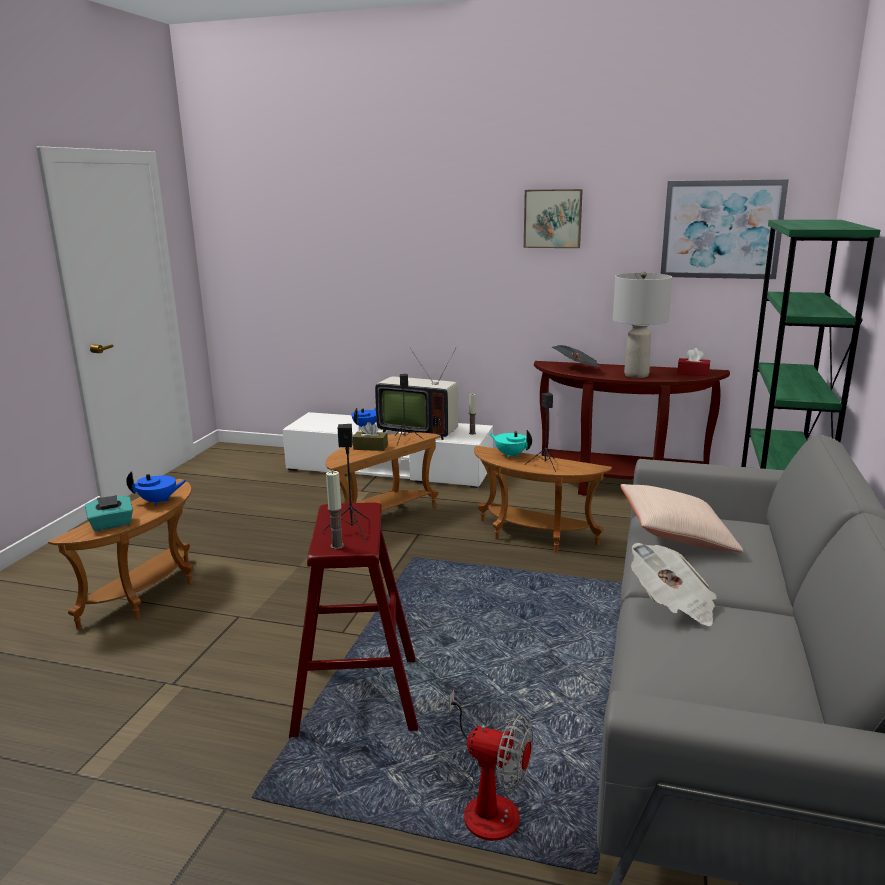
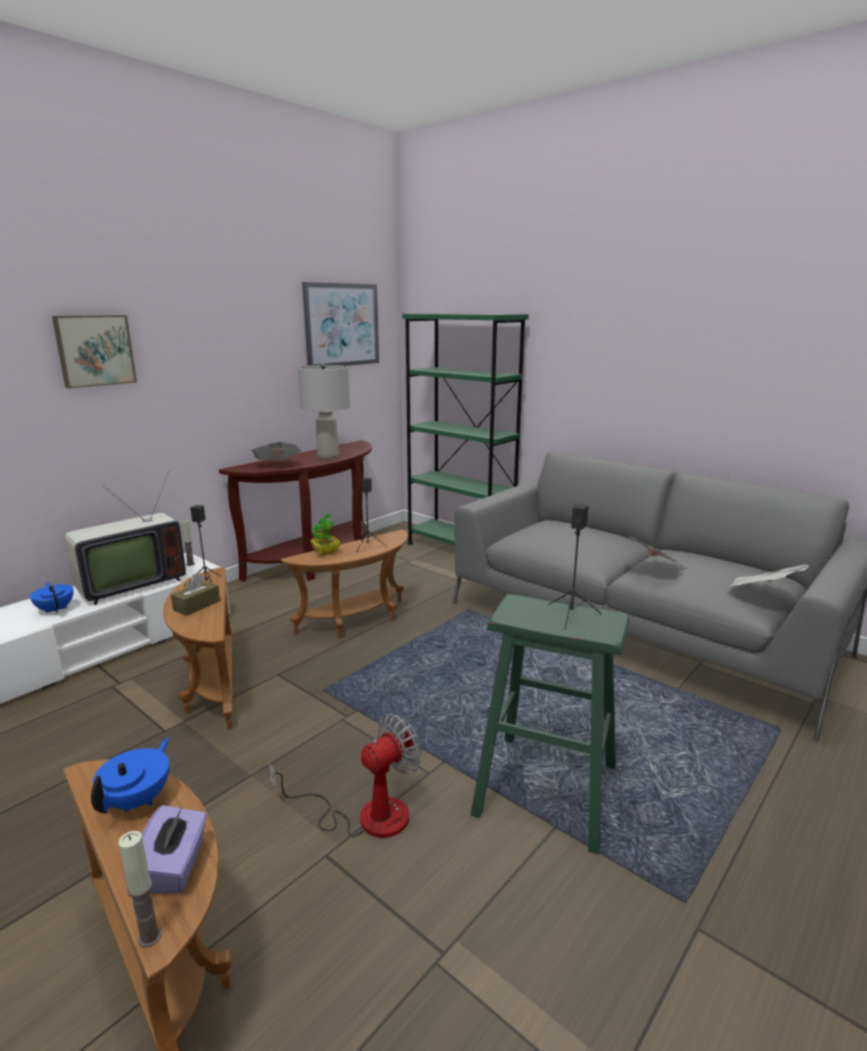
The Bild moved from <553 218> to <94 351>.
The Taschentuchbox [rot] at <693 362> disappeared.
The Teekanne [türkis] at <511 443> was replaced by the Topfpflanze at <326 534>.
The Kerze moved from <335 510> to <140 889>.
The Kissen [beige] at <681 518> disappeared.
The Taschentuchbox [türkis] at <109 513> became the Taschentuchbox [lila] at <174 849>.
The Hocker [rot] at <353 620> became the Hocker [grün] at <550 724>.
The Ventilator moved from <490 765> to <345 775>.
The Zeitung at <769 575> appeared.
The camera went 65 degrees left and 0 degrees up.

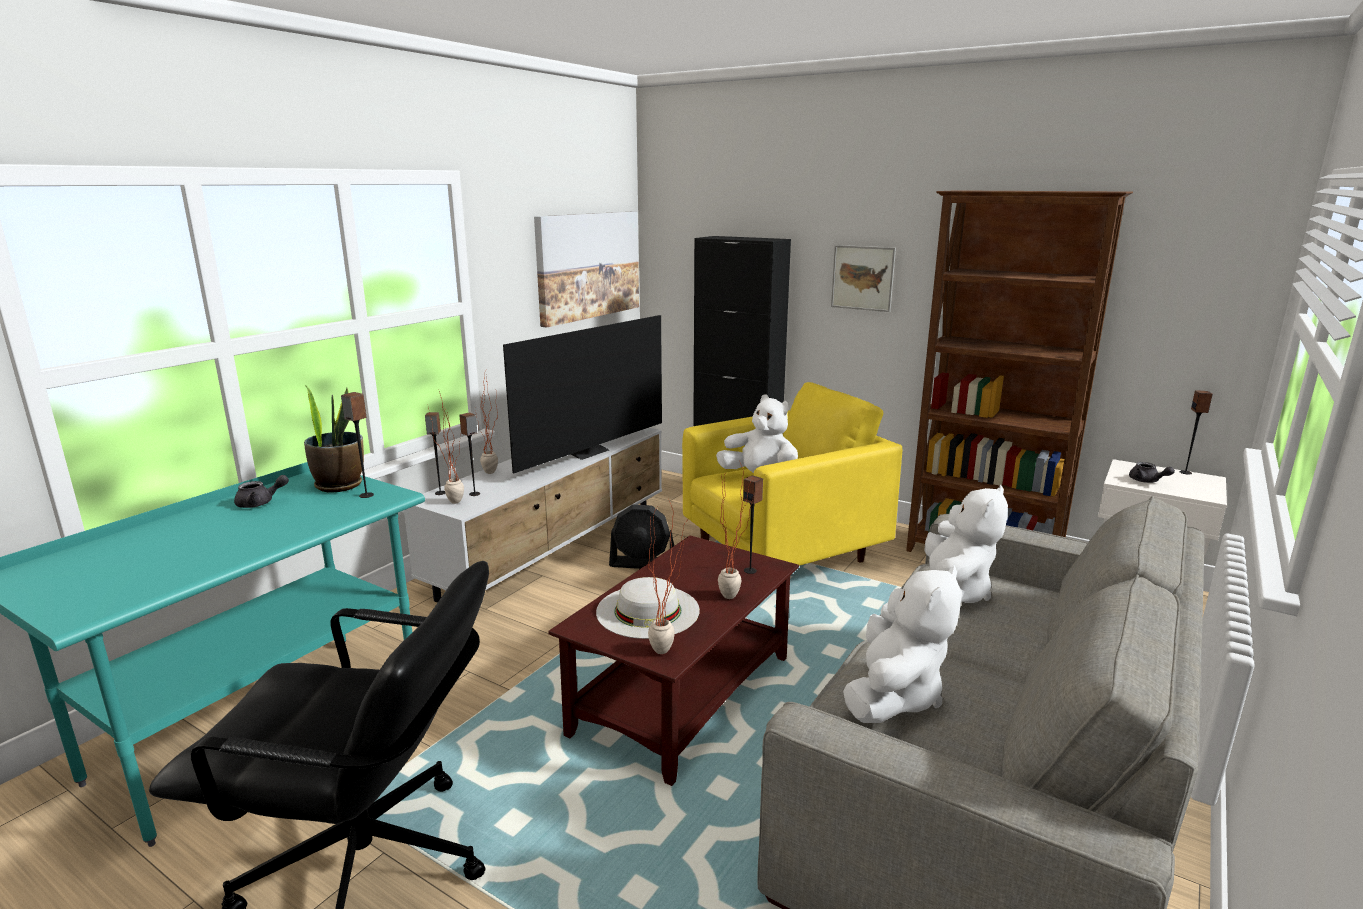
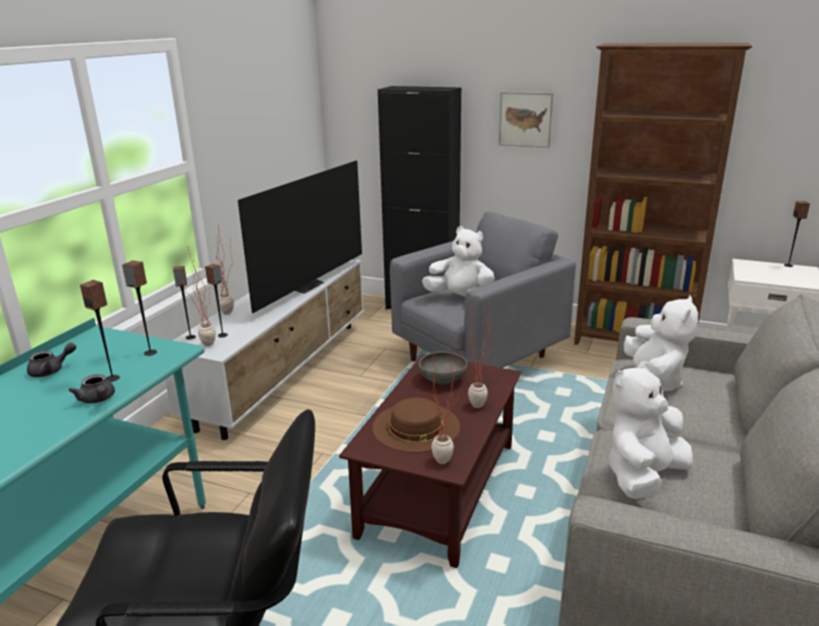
The Bild at <586 270> disappeared.
The Sessel [gelb] at <792 474> became the Sessel [grau] at <483 289>.
The Topfpflanze at <334 439> disappeared.
The Teekanne [grau] moved from <1152 472> to <92 389>.
The Lautsprecher moved from <753 524> to <100 331>.
The Ventilator [schwarz] at <641 537> disappeared.
The Plüschtier [weiß] at <902 644> turned 150 degrees counterclockwise.
The Hut [weiß] at <648 608> became the Hut [braun] at <416 425>.
The Schüssel [grau] at <443 368> appeared.
The camera went 10 degrees left and 5 degrees up.

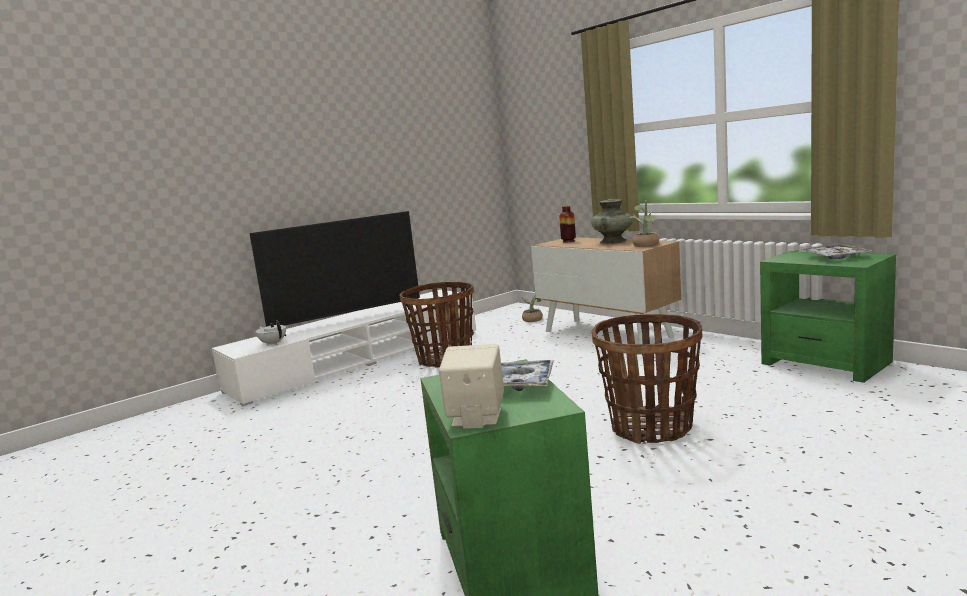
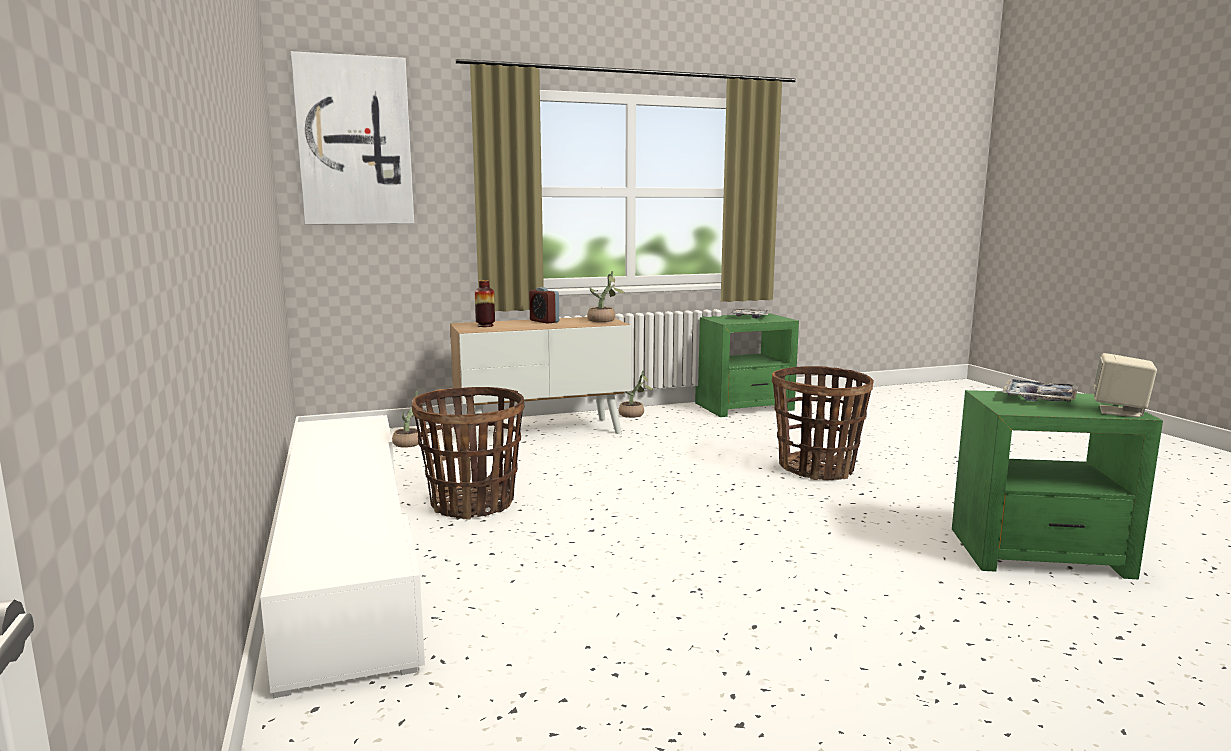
The Vase [türkis] at <612 221> was replaced by the Wecker at <544 305>.
The Fernseher at <334 273> disappeared.
The Teekanne [weiß] at <270 333> disappeared.
The Bild at <352 138> appeared.
The Topfpflanze at <635 394> appeared.
The camera went 70 degrees left and 0 degrees up.

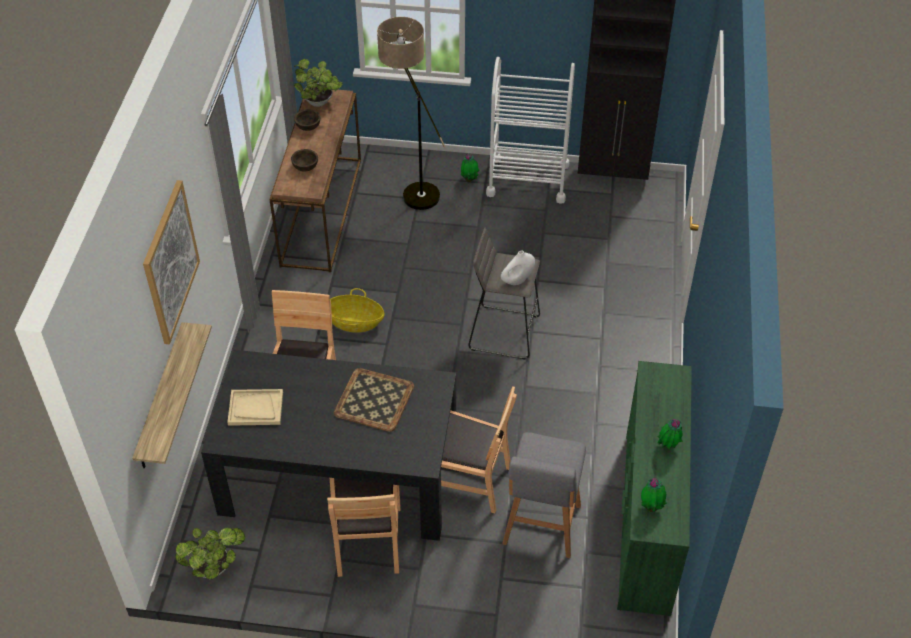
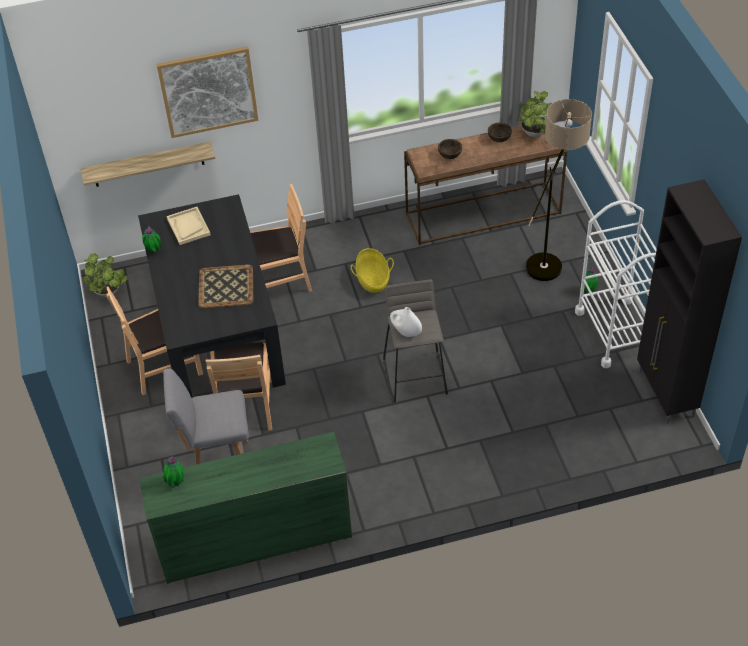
The Topfpflanze moved from <670 434> to <152 239>.
The camera went 70 degrees right and 0 degrees up.

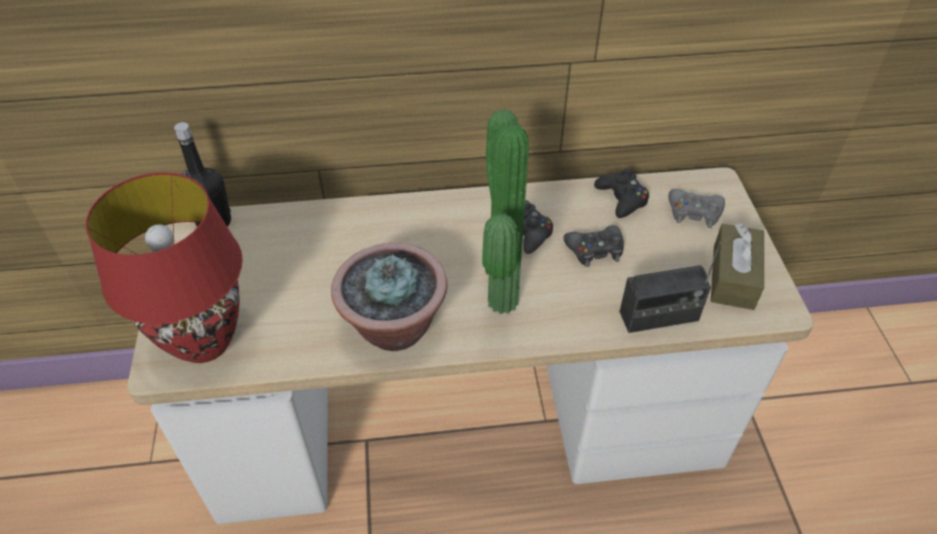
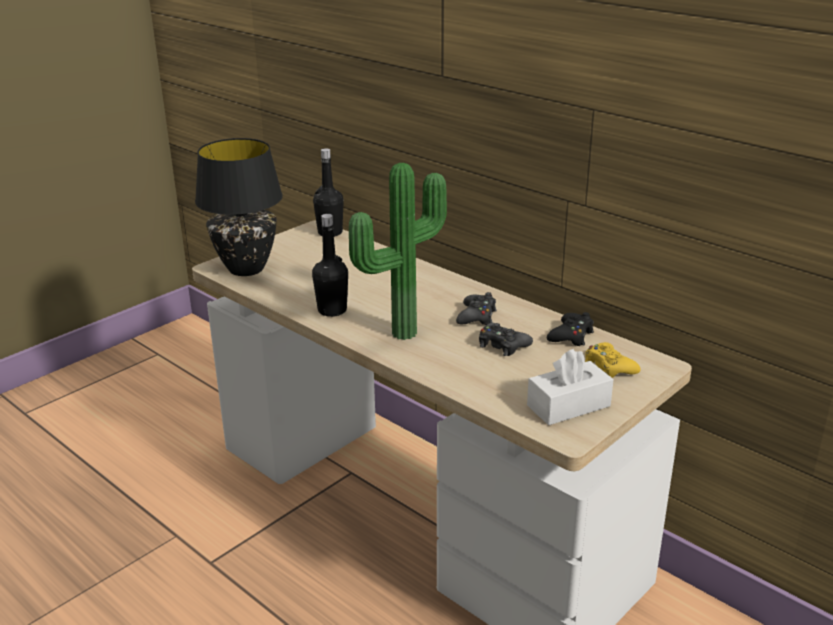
The Tischlampe [rot] at <164 267> became the Tischlampe [schwarz] at <239 207>.
The Gamepad [grau] at <696 208> became the Gamepad [gelb] at <613 360>.
The Taschentuchbox [braun] at <737 267> became the Taschentuchbox [weiß] at <570 387>.
The Radio at <670 287> disappeared.
The Topfpflanze at <389 297> was replaced by the Flasche [schwarz] at <330 265>.
The camera went 50 degrees right and 20 degrees down.

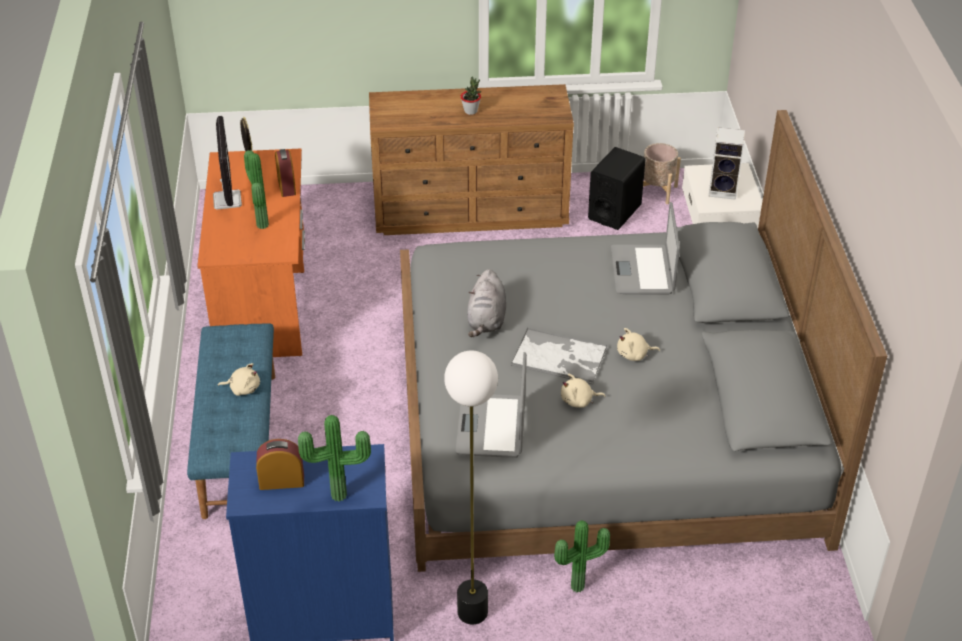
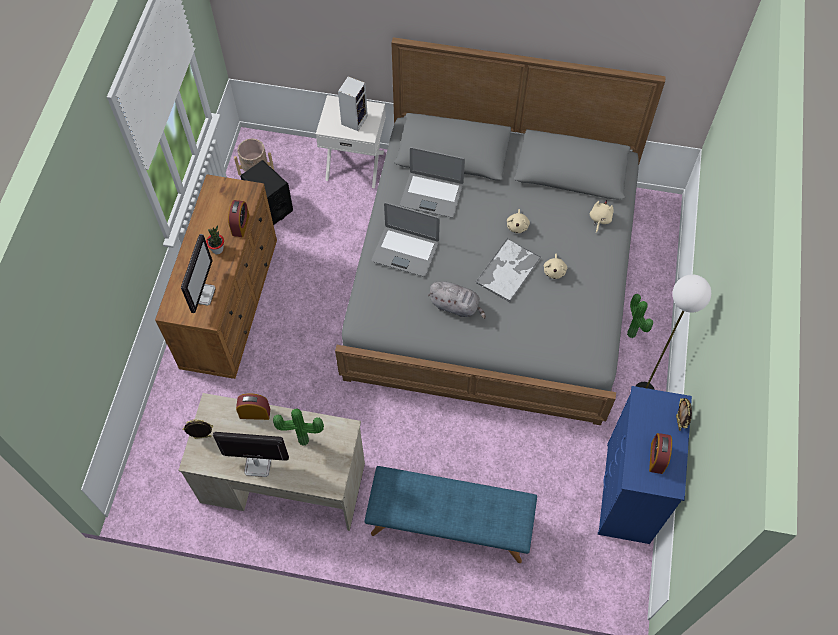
The Schreibtisch [orange] at <251 253> became the Schreibtisch [beige] at <271 462>.
The Laptop moved from <491 405> to <406 239>.
The Plüschtier [beige] moved from <239 379> to <602 216>.
The Topfpflanze at <334 458> was replaced by the Bilderrahmen at <684 414>.
The Wecker at <238 218> appeared.
The Monitor at <198 273> appeared.
The camera went 75 degrees left and 20 degrees up.

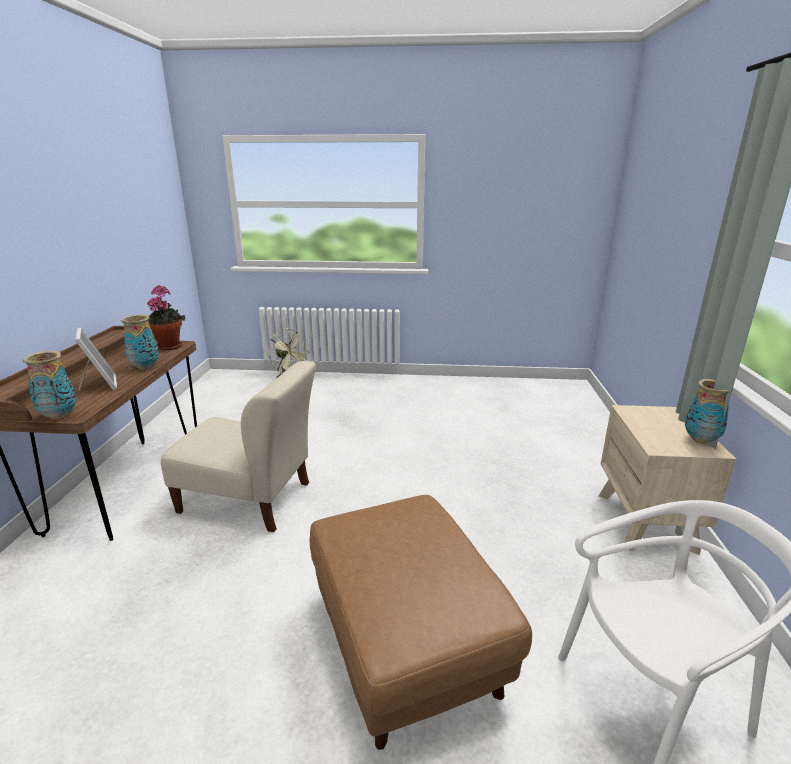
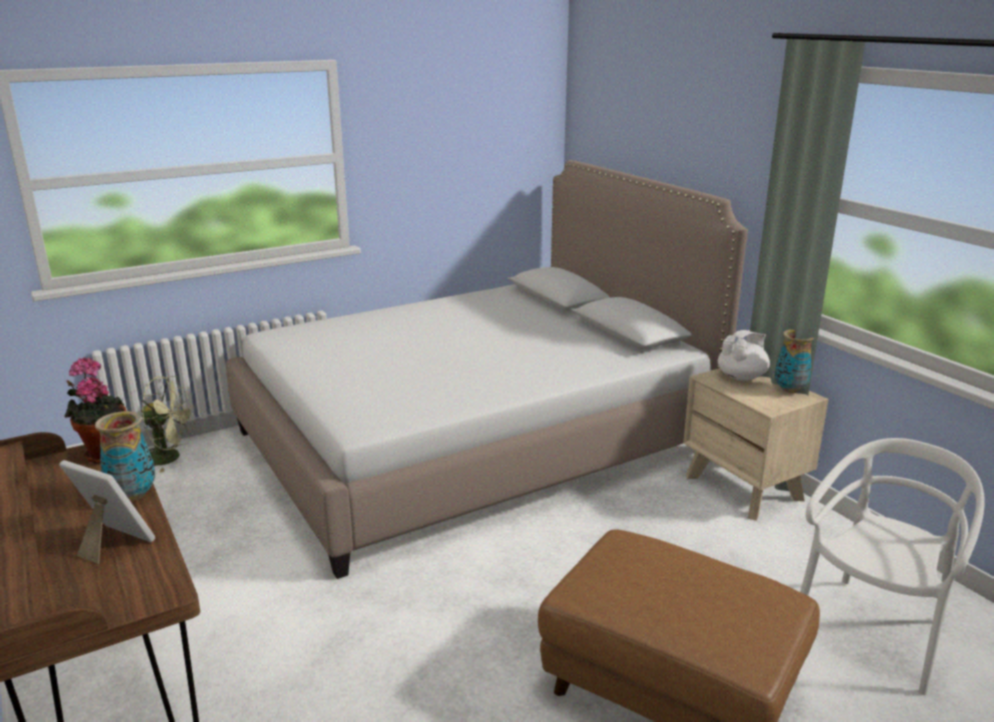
The Vase at <50 385> disappeared.
The Stuhl [beige] at <238 446> disappeared.
The Bett at <487 369> appeared.
The Teekanne [weiß] at <744 355> appeared.
The camera went 35 degrees left and 0 degrees up.

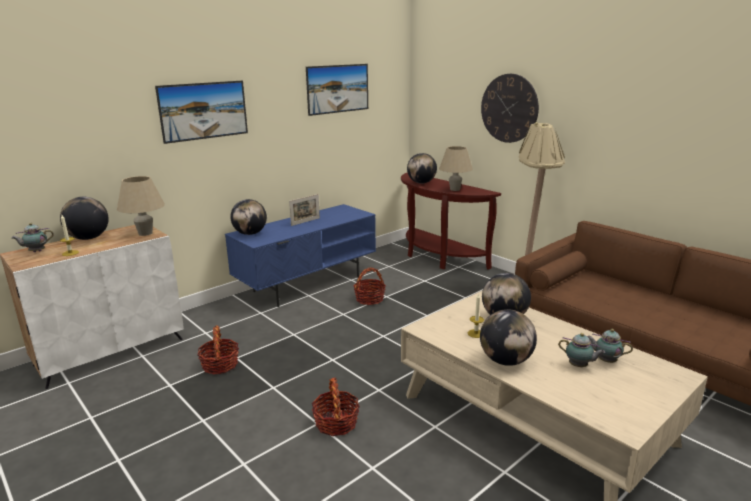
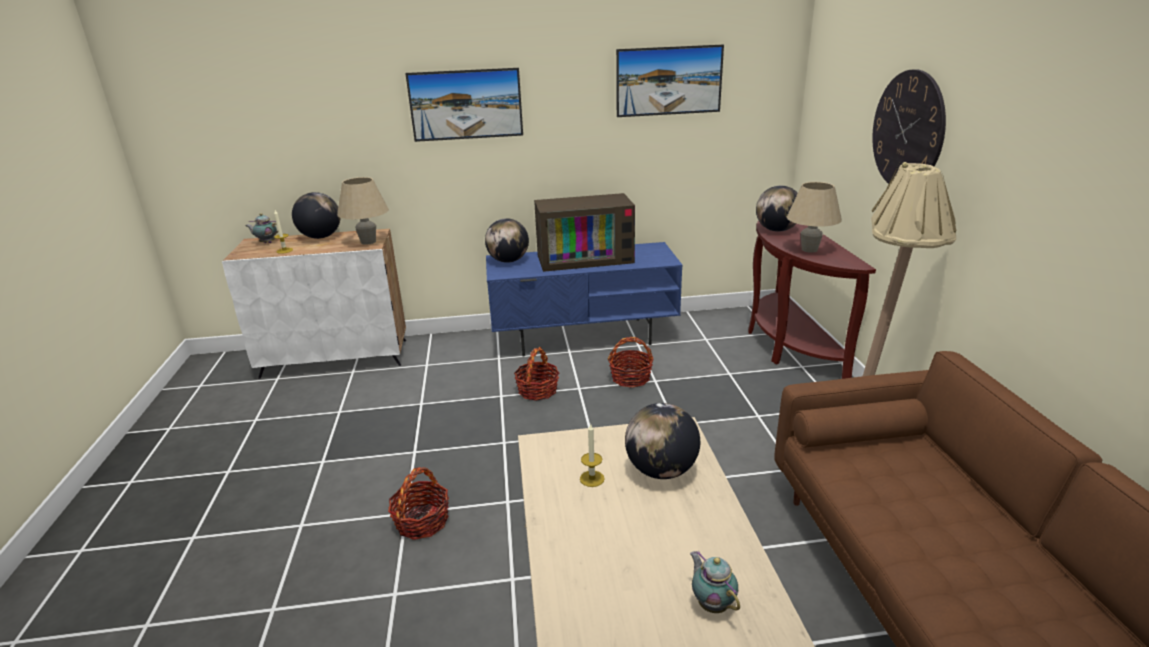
The Bilderrahmen at <304 210> was replaced by the Fernseher at <584 232>.
The Globus at <508 337> disappeared.
The Korb moved from <218 349> to <536 374>.
The Teekanne at <581 350> disappeared.
The camera went 35 degrees right and 5 degrees up.

